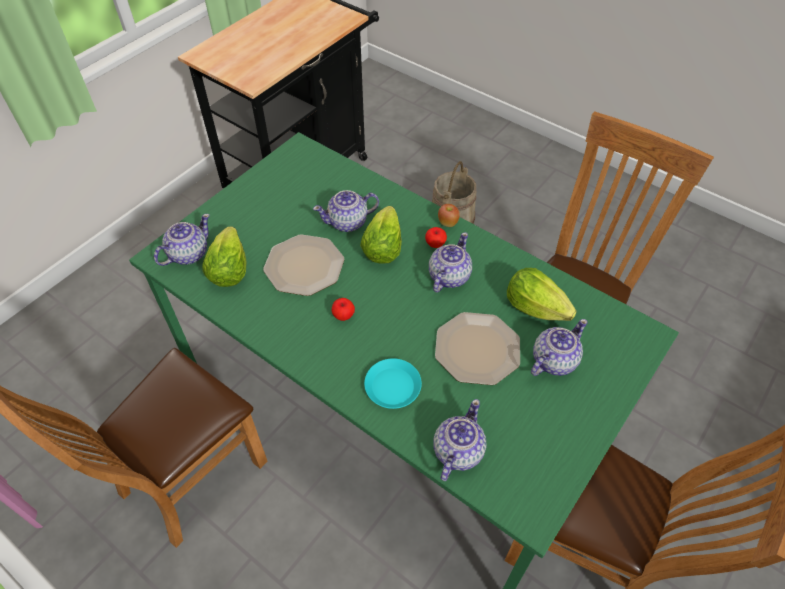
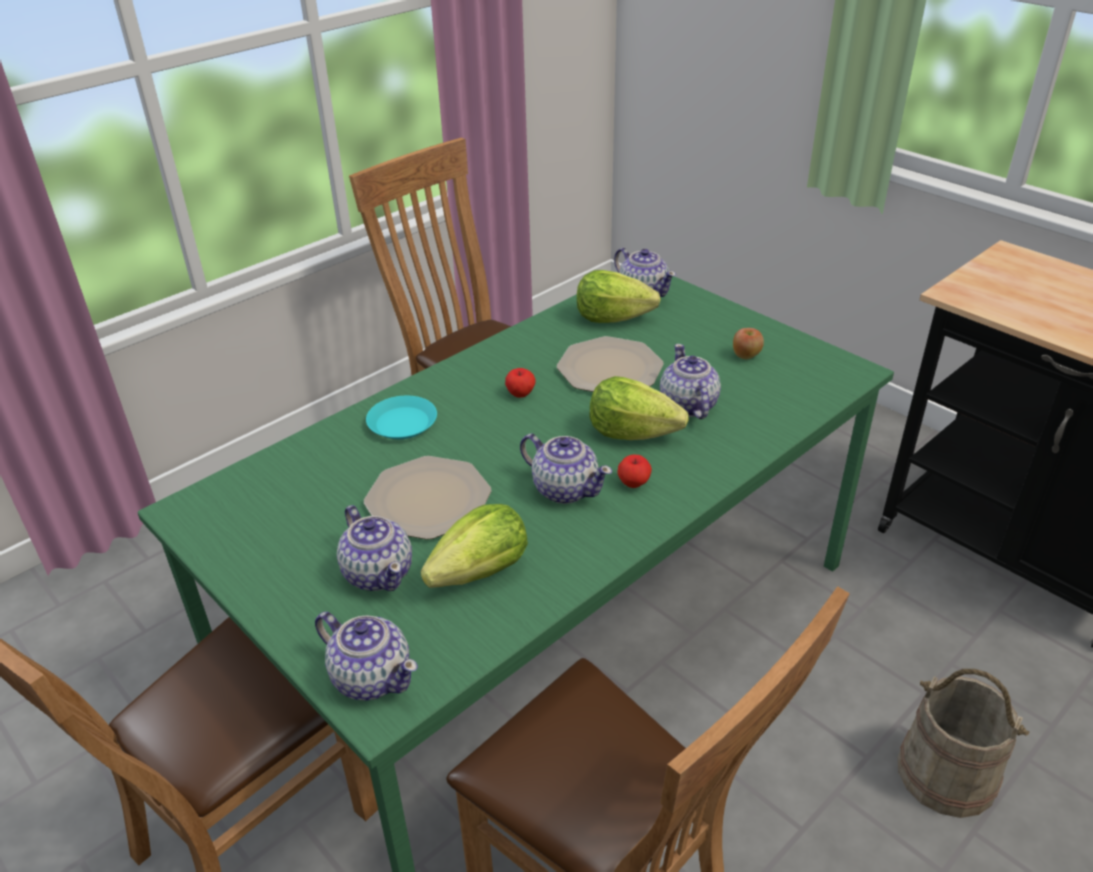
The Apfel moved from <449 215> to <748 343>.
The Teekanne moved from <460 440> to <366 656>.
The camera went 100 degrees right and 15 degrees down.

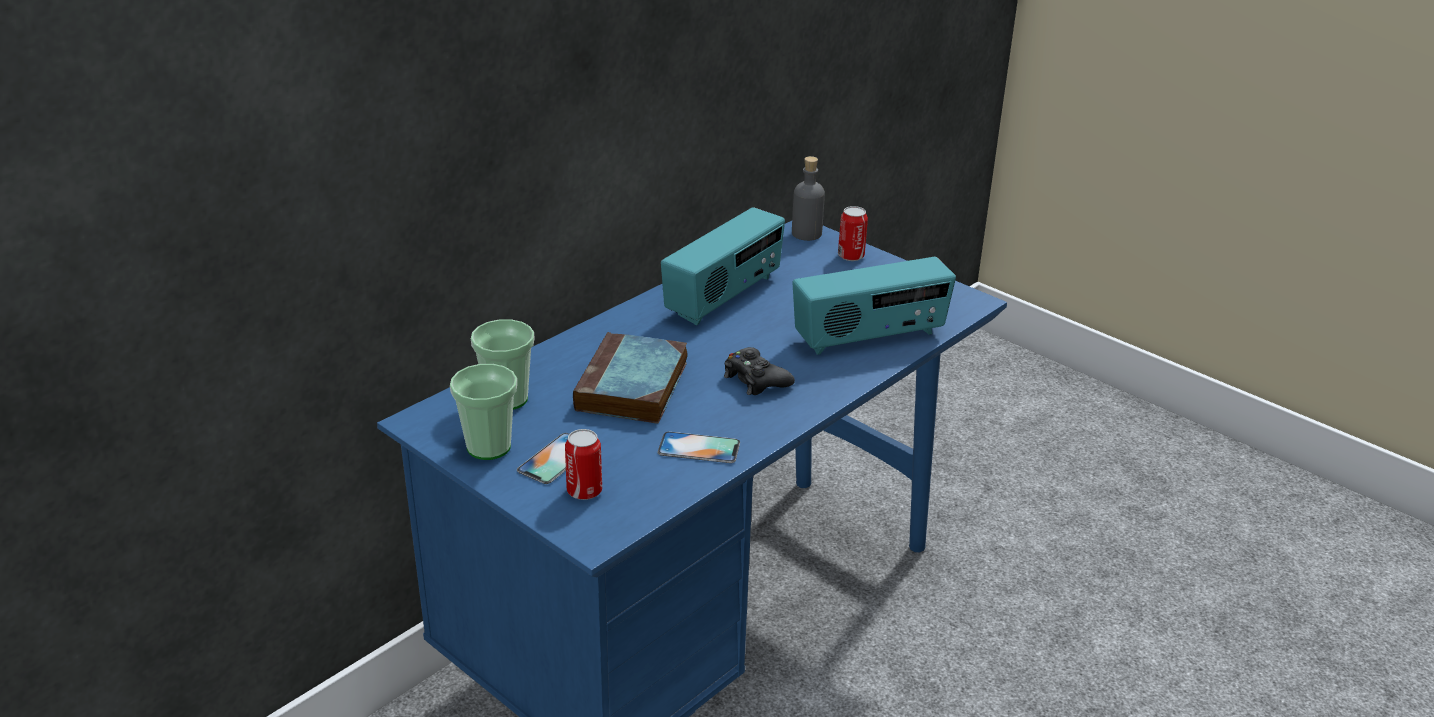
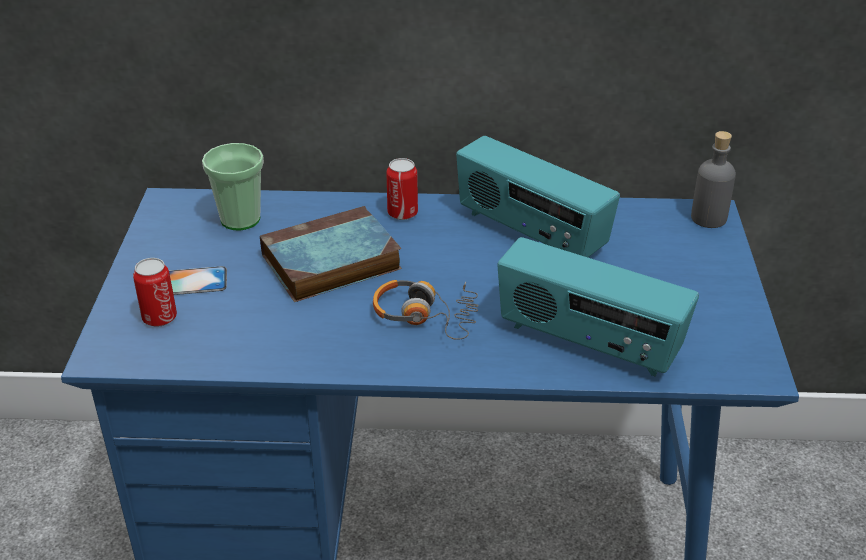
The Dose moved from <853 233> to <402 189>.
The Radio at <723 266> turned 45 degrees clockwise.
The Gamepad [schwarz] at <759 371> was replaced by the Kopfhörer at <425 310>.
The Tasse at <483 412> disappeared.
The Handy at <698 447> disappeared.
The camera went 50 degrees right and 5 degrees up.

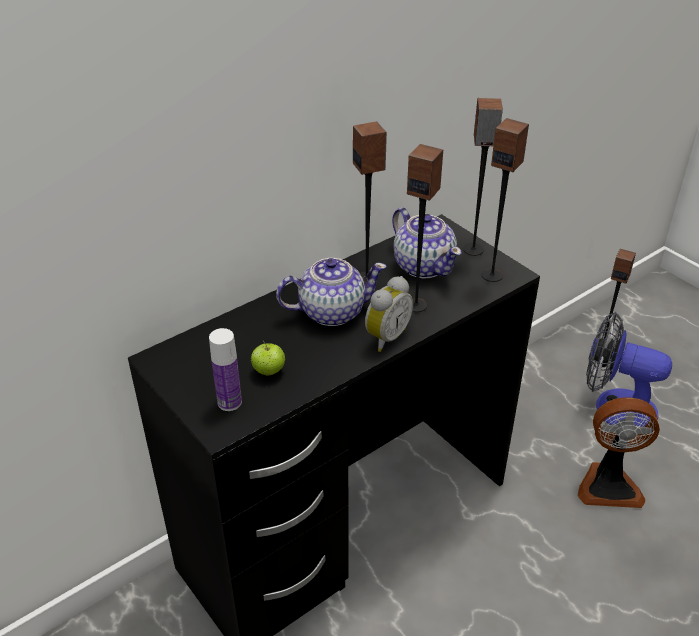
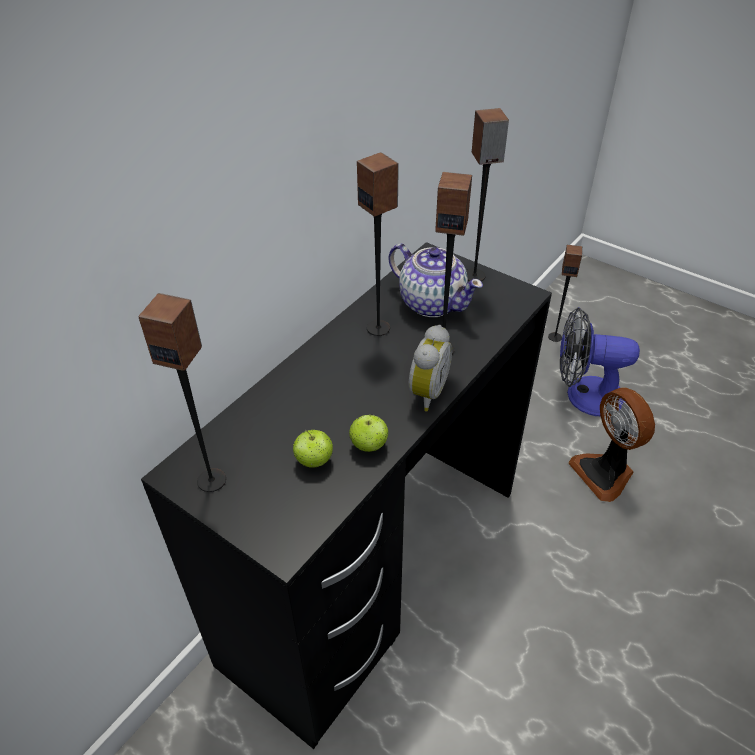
The Lautsprecher moved from <505 200> to <182 392>.
The Teekanne at <331 292> disappeared.
The Flasche at <225 369> disappeared.
The Ventilator at <619 452> turned 75 degrees clockwise.
The Apfel at <368 433> appeared.
The camera went 15 degrees left and 5 degrees up.

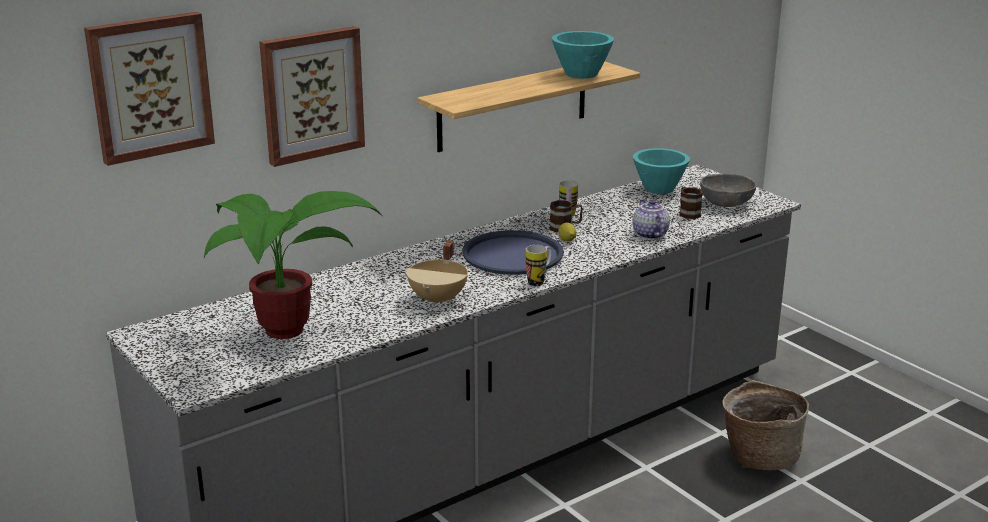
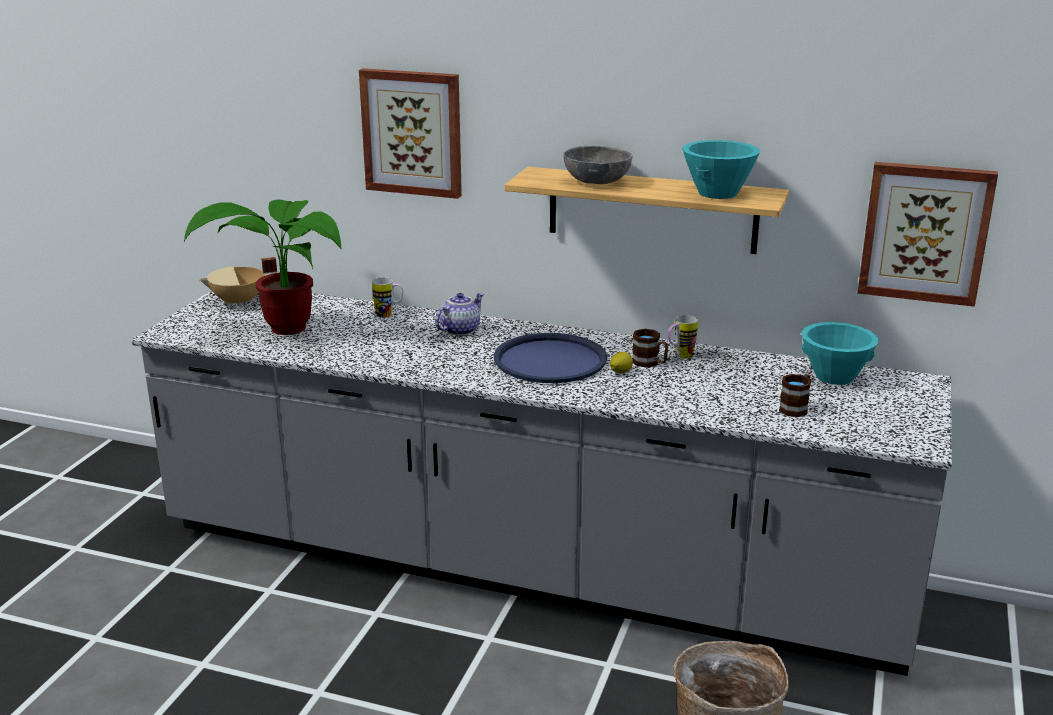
The Bild moved from <149 89> to <928 234>.
The Schüssel [grau] moved from <728 190> to <597 165>.
The Teekanne moved from <651 219> to <459 314>.
The Kochtopf [beige] moved from <437 273> to <238 282>.
The Henkelbecher moved from <539 265> to <387 297>.
The camera went 55 degrees right and 0 degrees up.

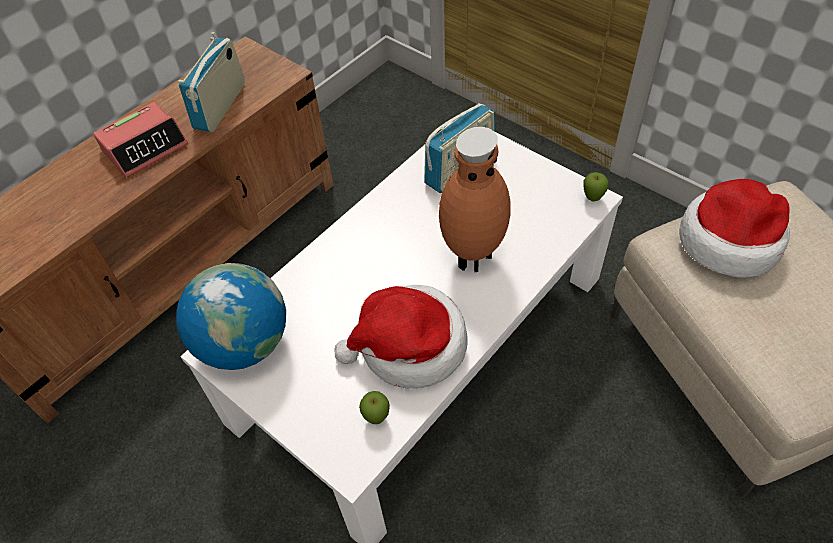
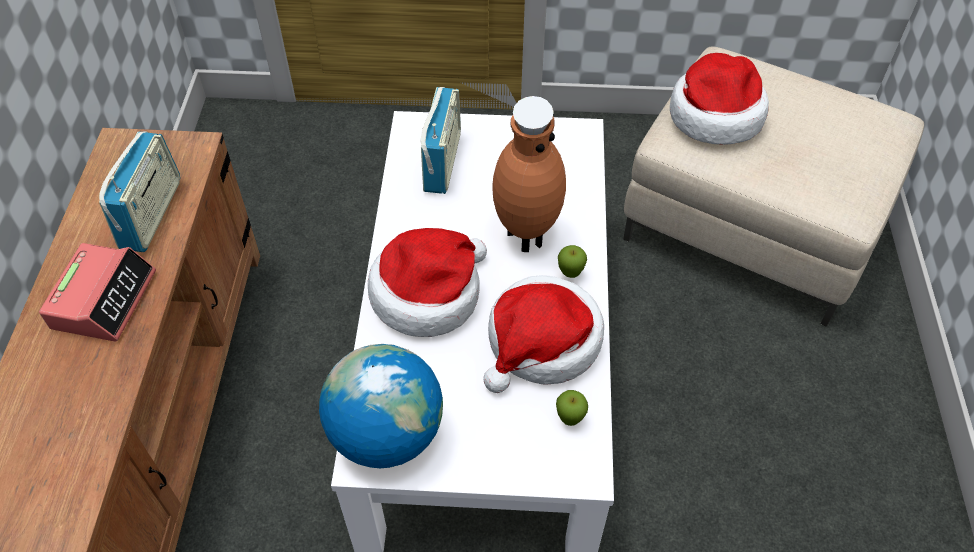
The Radio at <211 82> turned 150 degrees counterclockwise.
The Apfel moved from <596 187> to <572 261>.
The Hut at <427 282> appeared.
The camera went 40 degrees left and 0 degrees up.

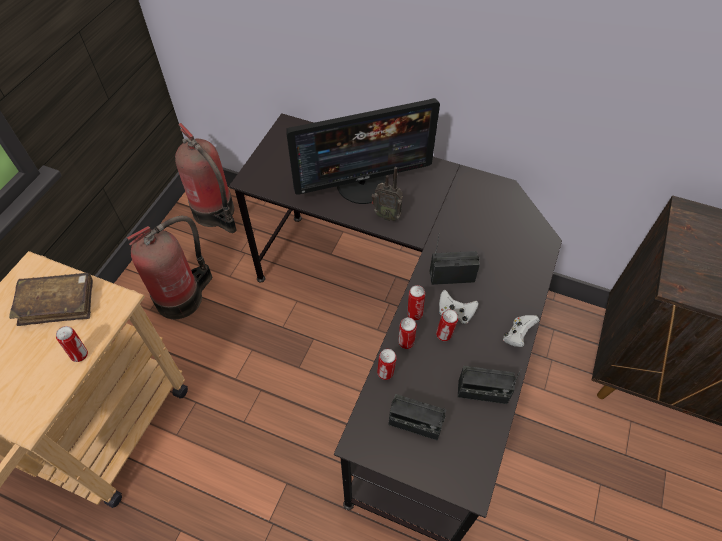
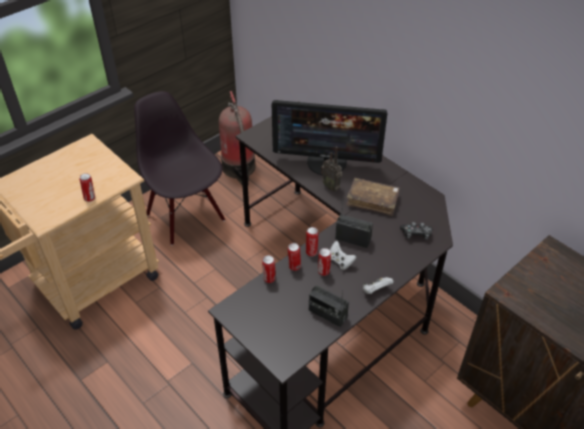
The Feuerlöscher at <169 267> was replaced by the Stuhl [schwarz] at <179 168>.
The Buch [braun] moved from <51 299> to <373 196>.
The Radio at <417 417> disappeared.
The Gamepad at <416 231> appeared.
The camera went 25 degrees right and 10 degrees down.

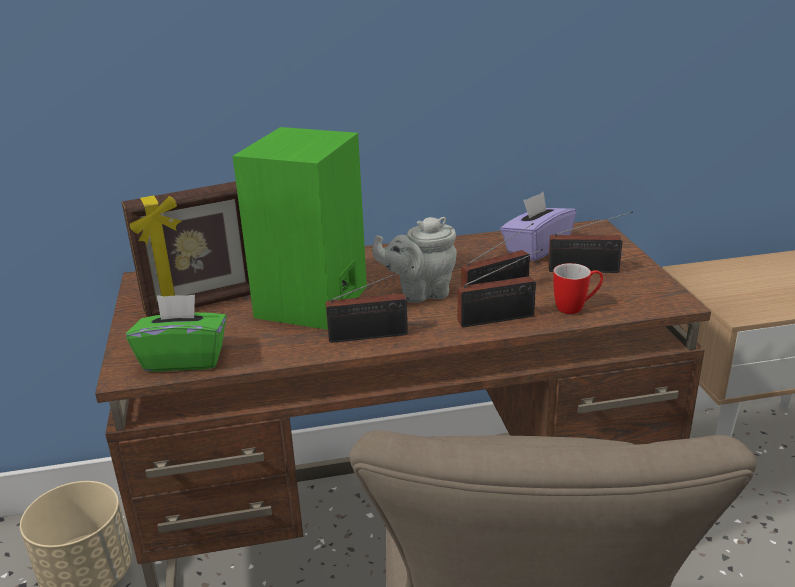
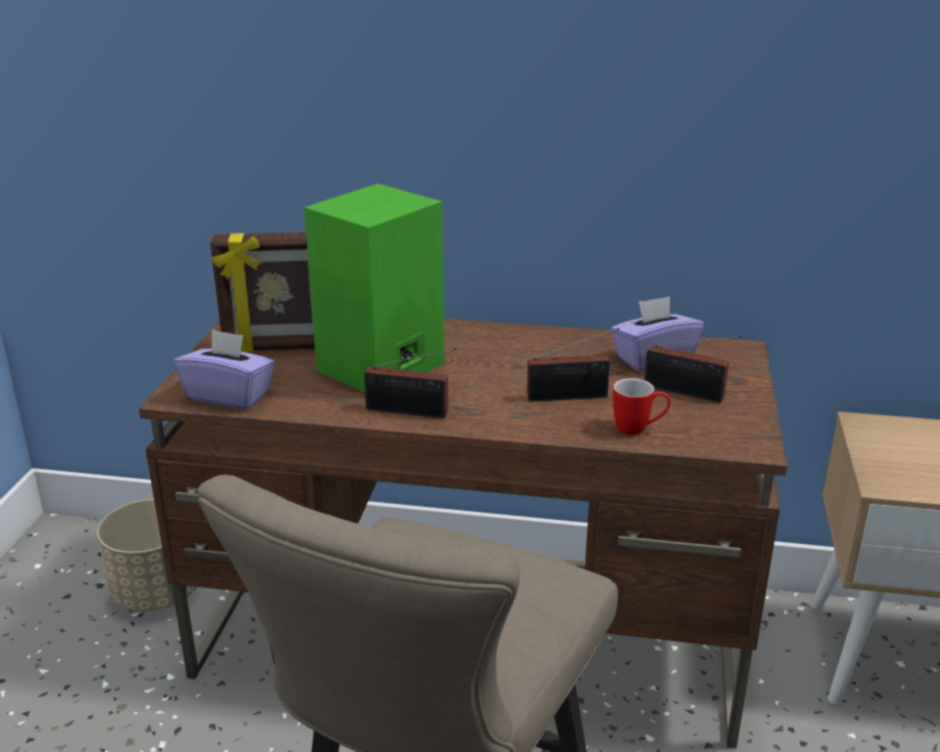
The Teekanne [grau] at <414 260> disappeared.
The Radio at <500 288> disappeared.
The Taschentuchbox [grün] at <176 333> became the Taschentuchbox [lila] at <224 369>.
The camera went 20 degrees right and 0 degrees up.

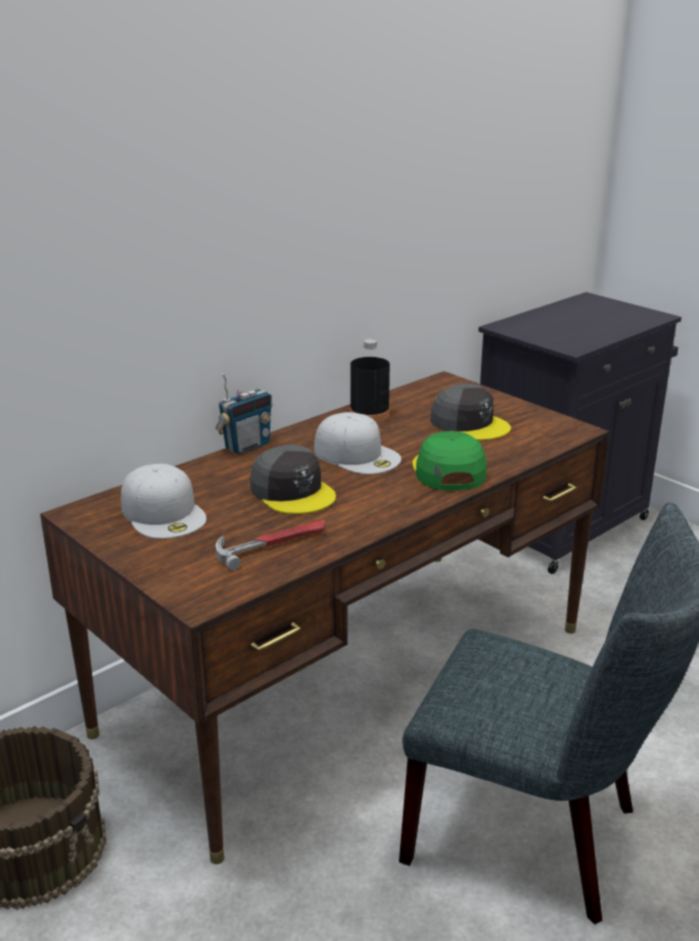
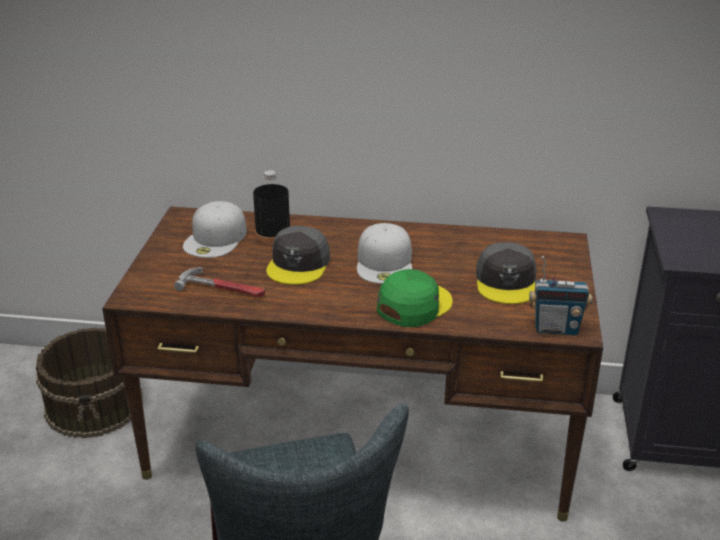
The Flasche [schwarz] moved from <370 380> to <271 207>.
The Radio moved from <244 414> to <560 295>.
The camera went 50 degrees right and 5 degrees up.

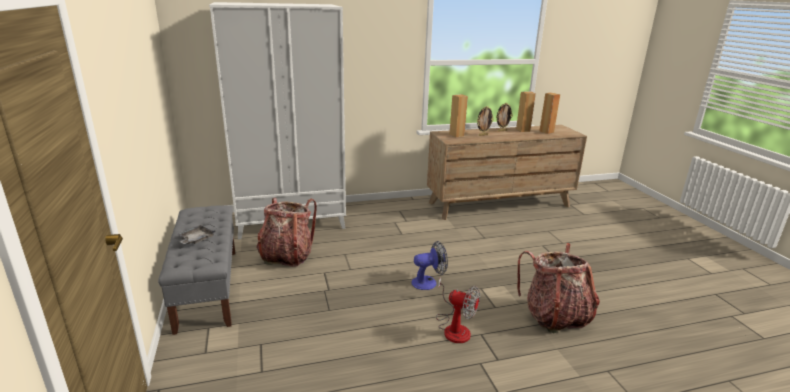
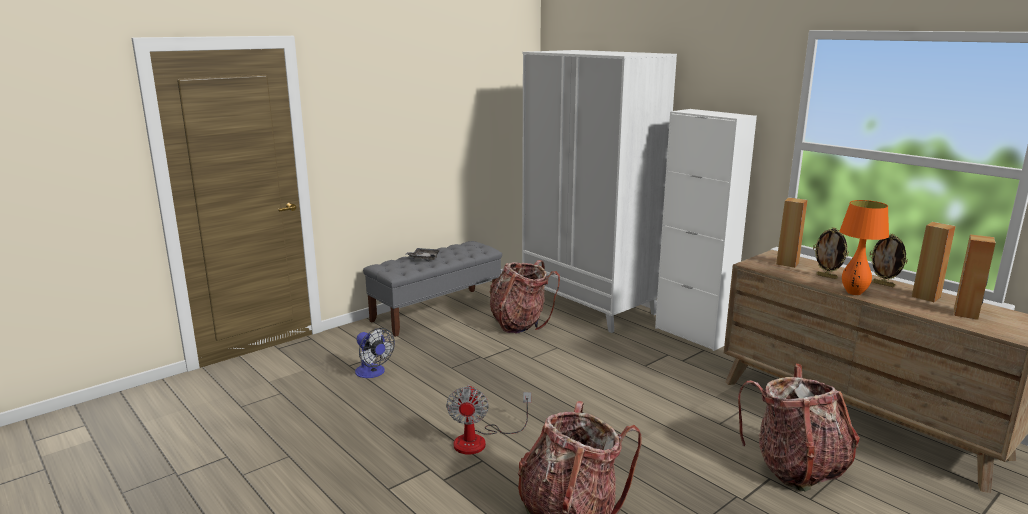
The Ventilator moved from <429 265> to <375 353>.
The Schrank [weiß] at <706 230> appeared.
The Tischlampe [orange] at <864 247> appeared.
The Rucksack at <799 428> appeared.
The camera went 65 degrees right and 5 degrees down.

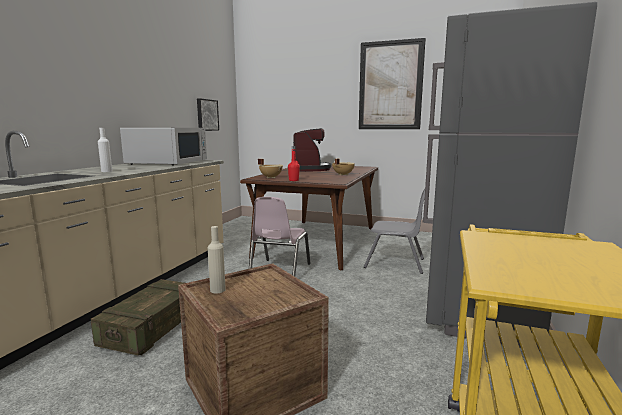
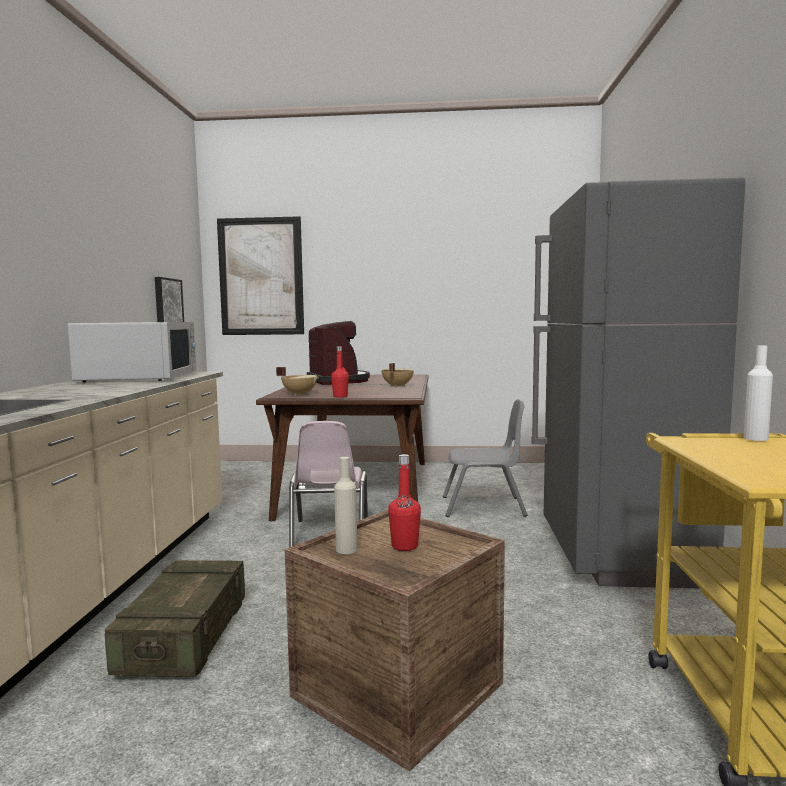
The Bild moved from <392 83> to <260 275>.
The Flasche [weiß] moved from <105 150> to <758 393>.
The Flasche [rot] at <404 502> appeared.
The camera went 15 degrees left and 5 degrees down.

